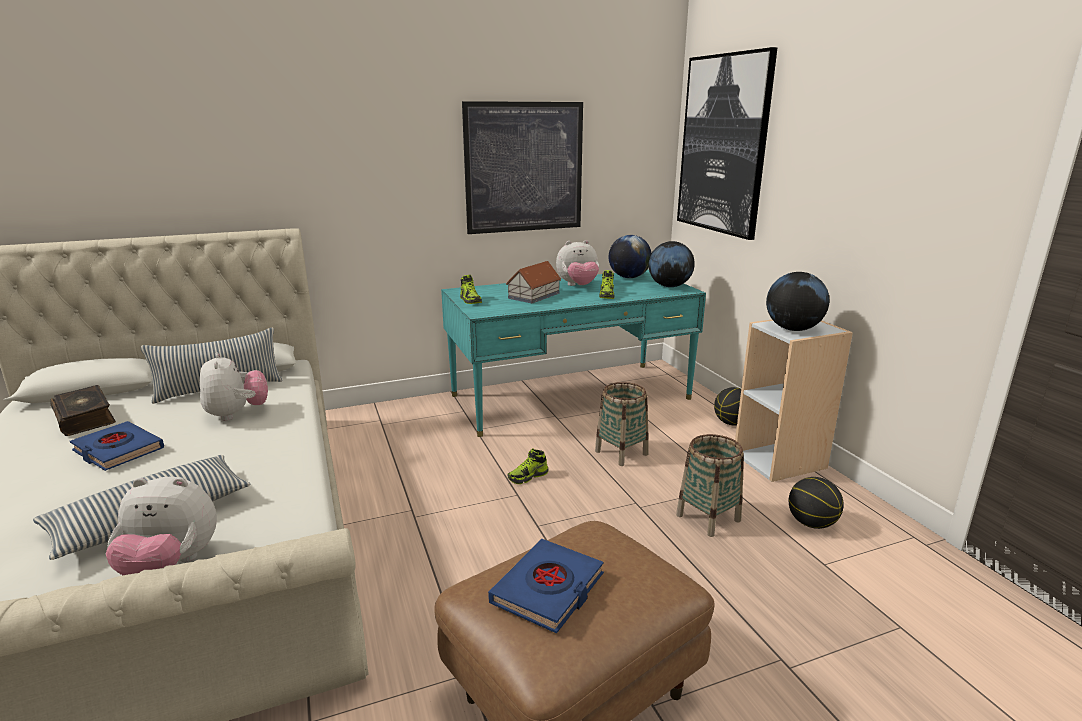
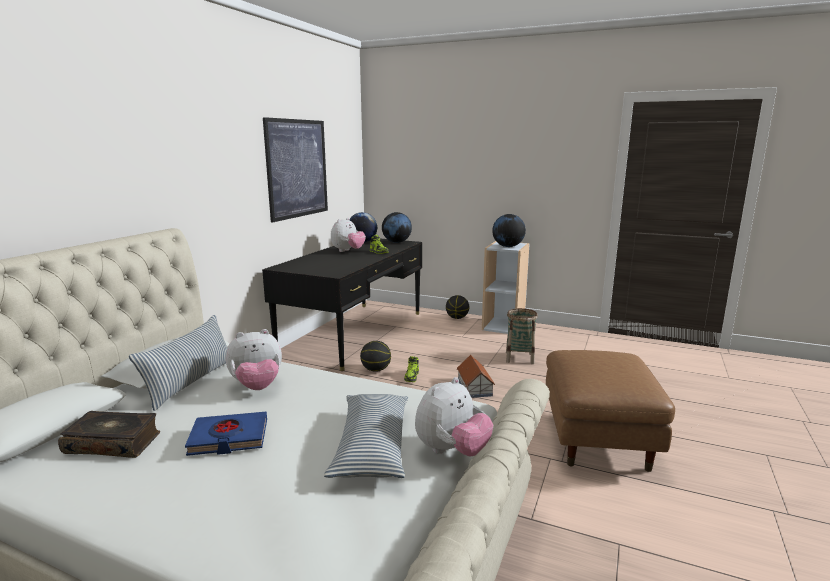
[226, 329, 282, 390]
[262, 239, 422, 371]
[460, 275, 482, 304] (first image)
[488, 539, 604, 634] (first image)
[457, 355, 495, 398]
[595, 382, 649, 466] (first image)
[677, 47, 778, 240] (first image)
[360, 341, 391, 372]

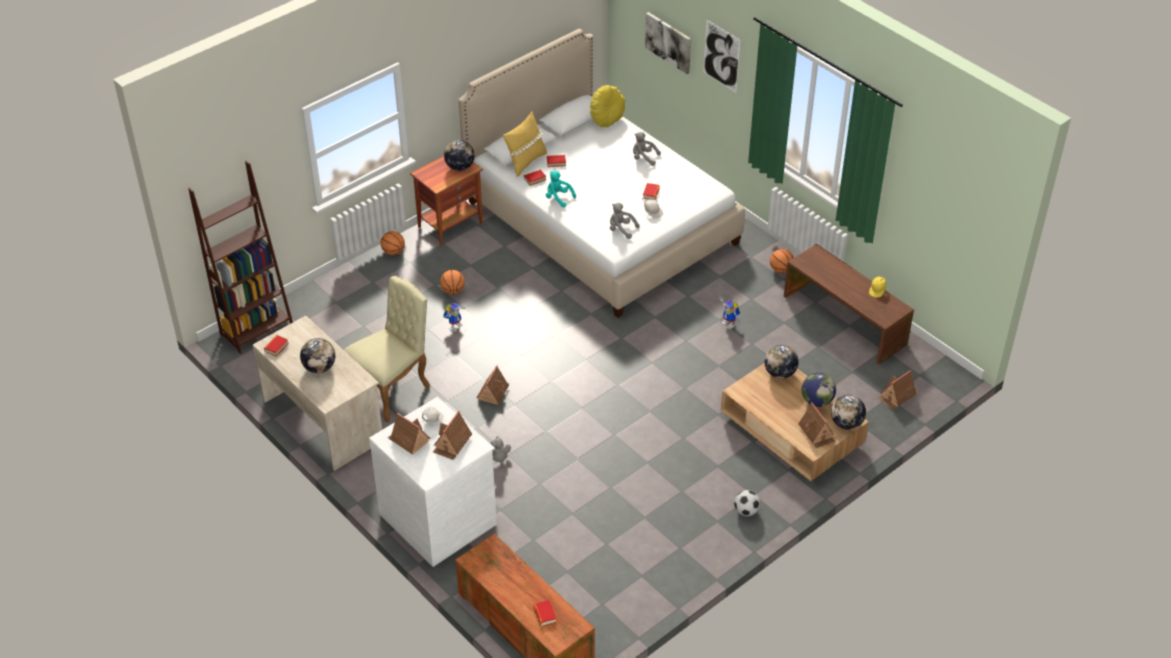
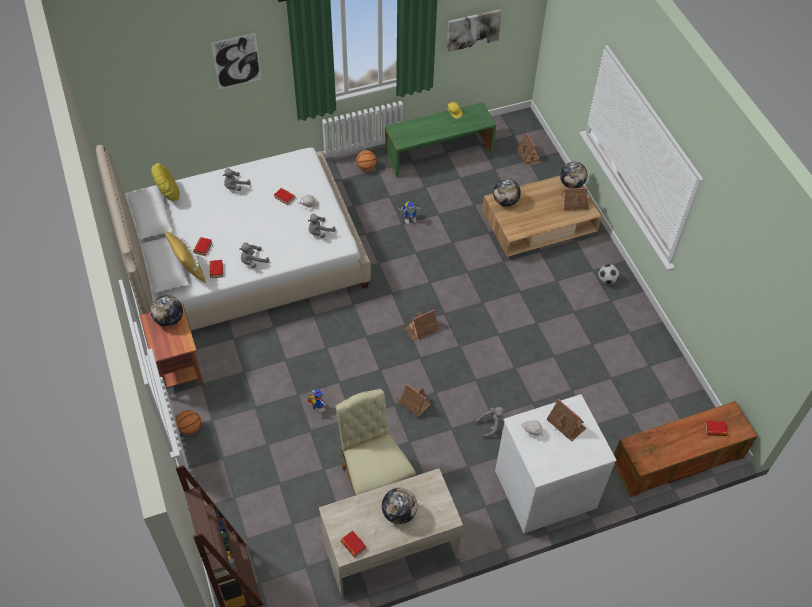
[405, 310, 439, 341]
[440, 270, 465, 294] (first image)
[239, 243, 269, 268]
[447, 9, 502, 52]
[385, 102, 496, 177]
[802, 373, 836, 407] (first image)

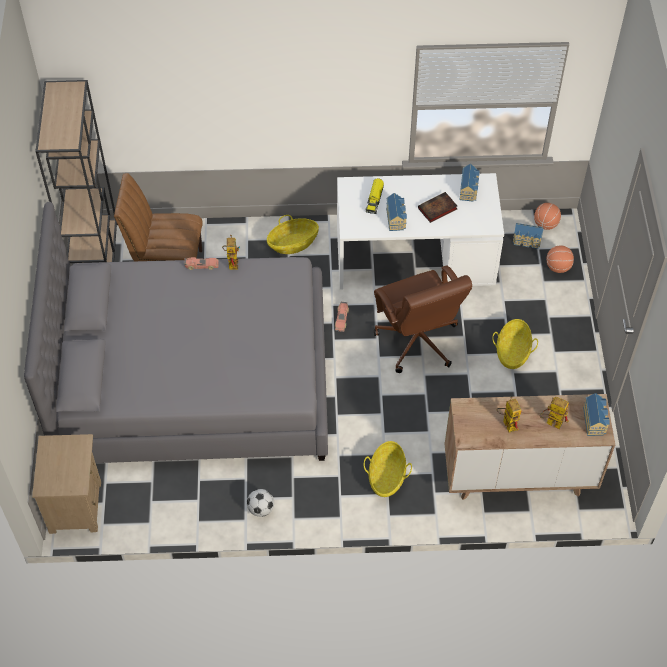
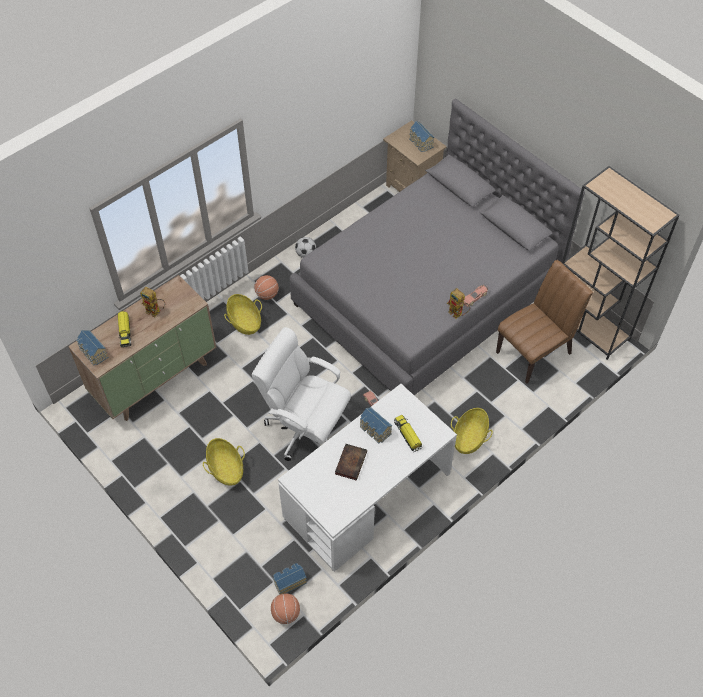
[252, 327, 351, 461]
[409, 121, 434, 152]
[118, 311, 132, 347]
[254, 275, 279, 300]

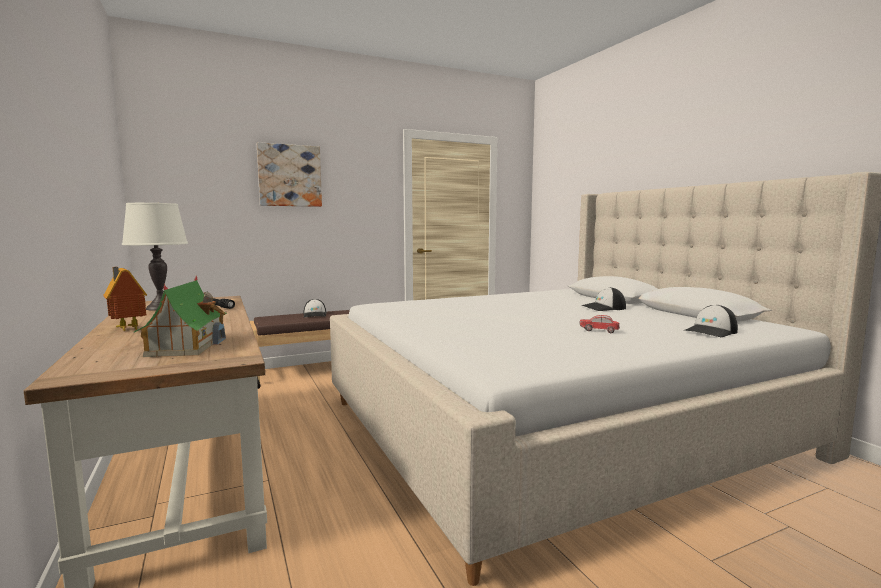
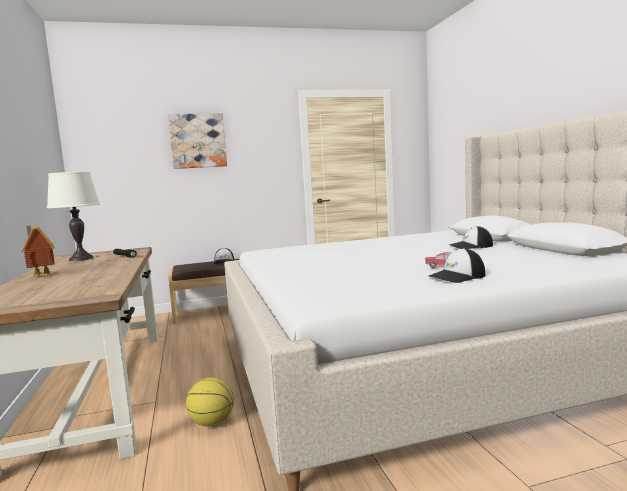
[134, 276, 227, 357] (first image)
[429, 248, 485, 283]
[186, 377, 234, 427]

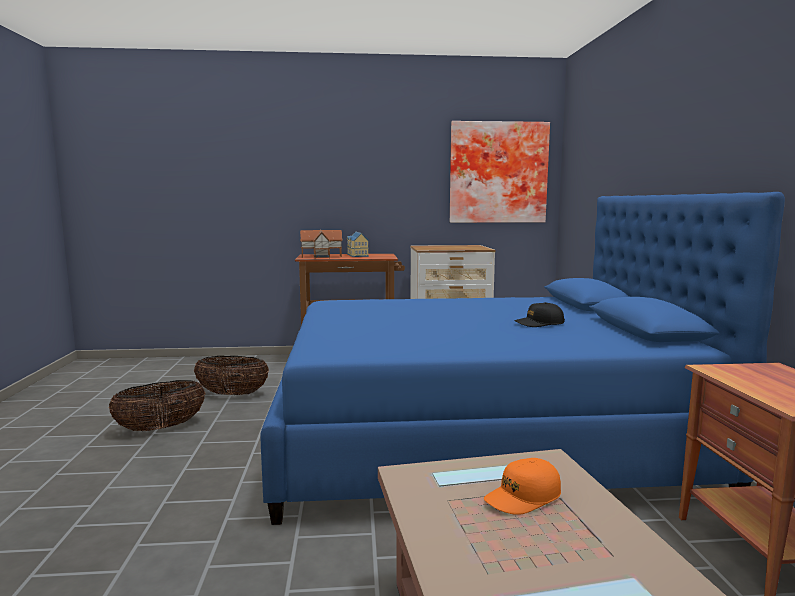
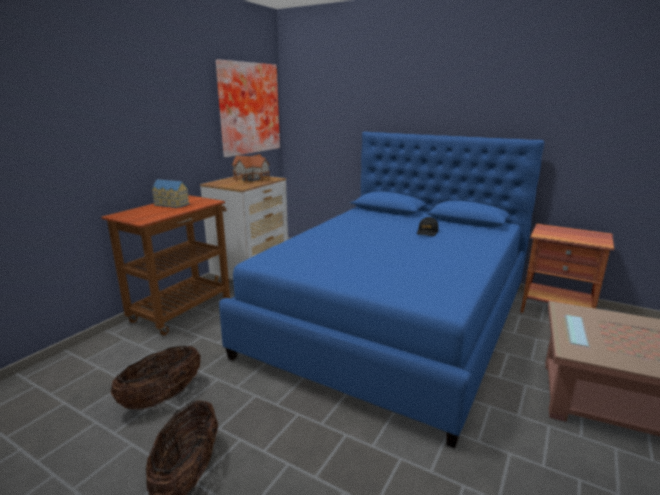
[232, 154, 270, 183]
[484, 458, 561, 515] (first image)

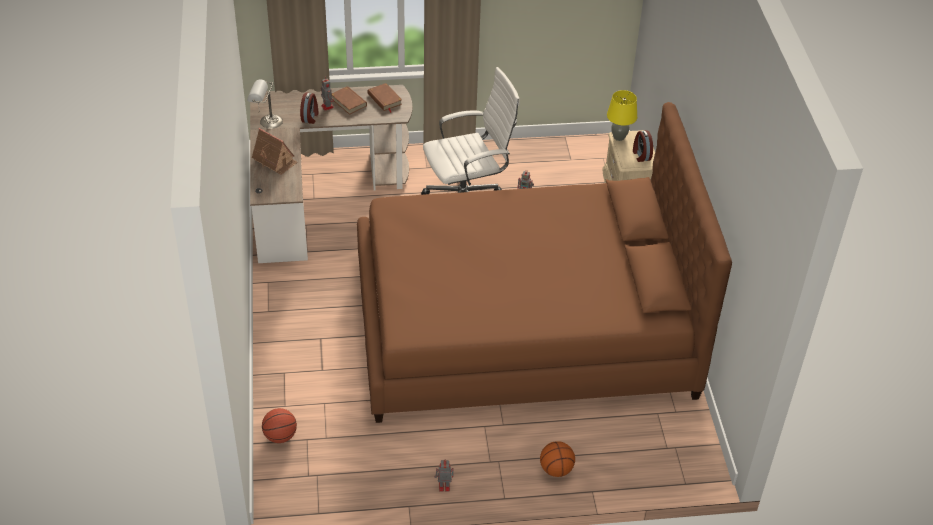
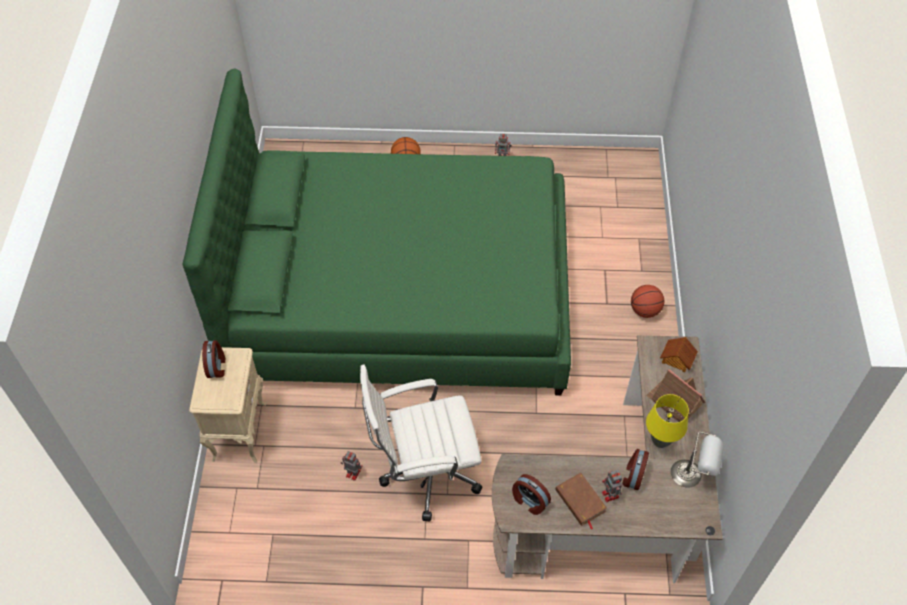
[631, 285, 664, 318]
[183, 69, 571, 396]
[512, 474, 551, 515]
[646, 394, 689, 448]
[660, 337, 698, 372]

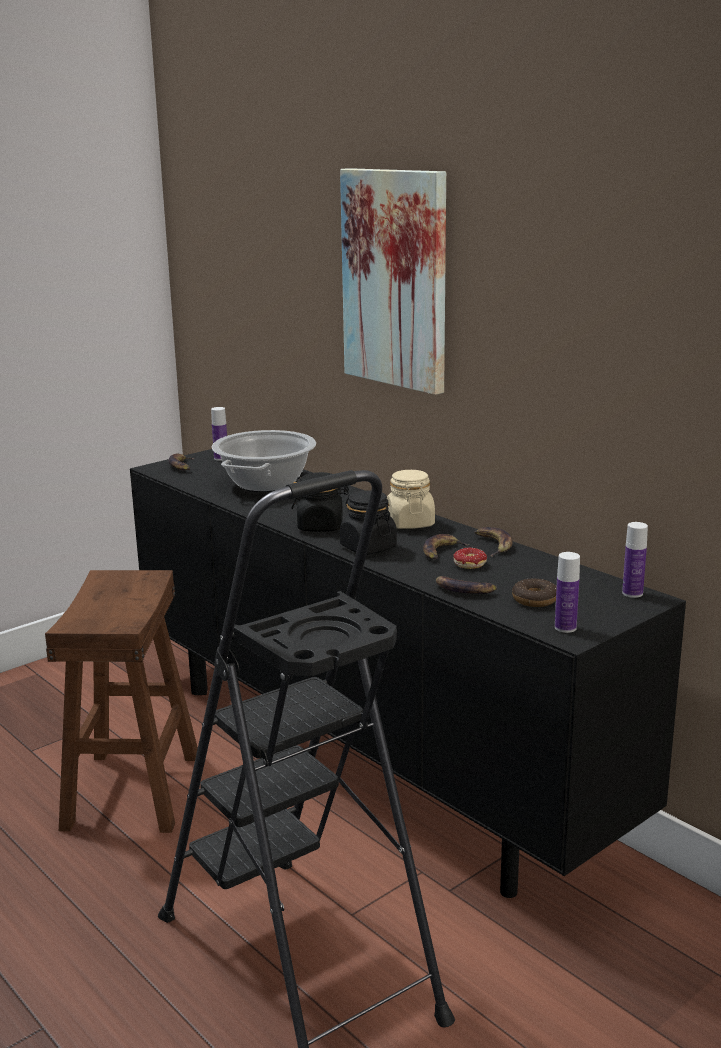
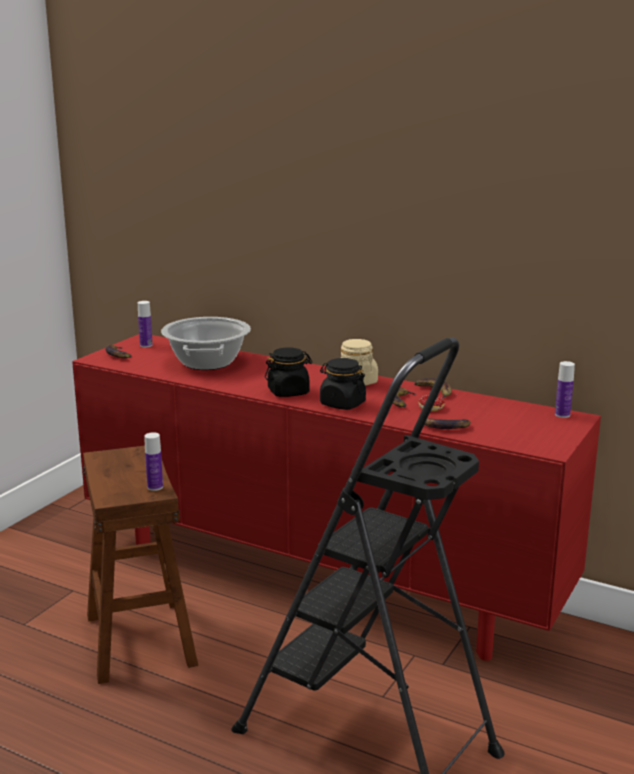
[72, 334, 601, 661]
[340, 168, 446, 395] (first image)
[512, 579, 557, 607] (first image)
[144, 433, 163, 491]

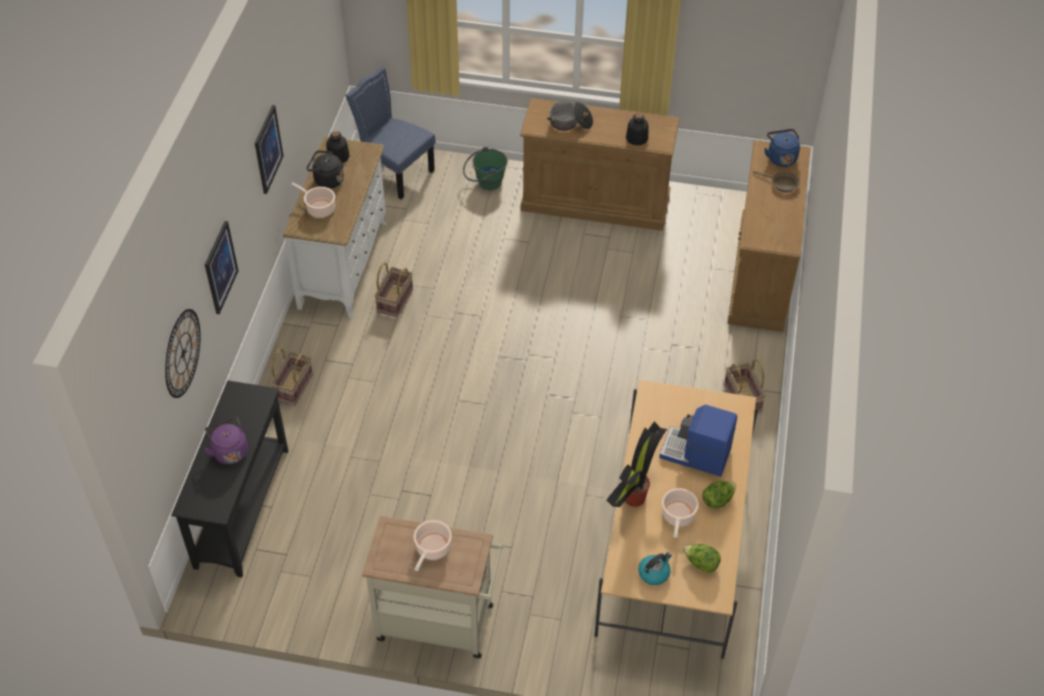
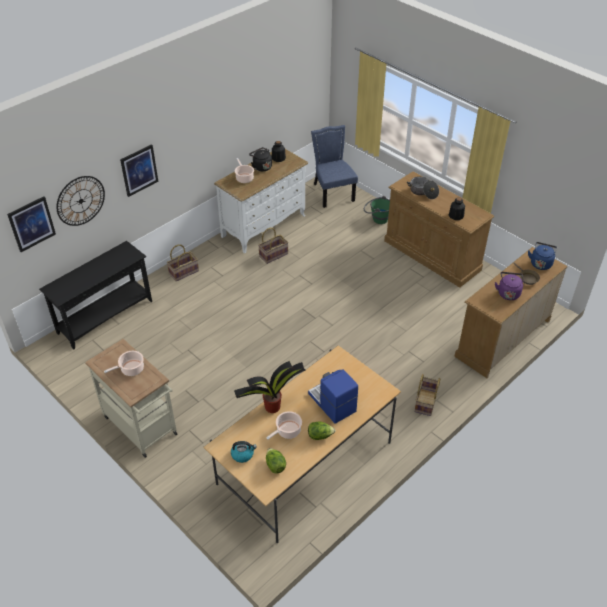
[495, 272, 523, 300]
[7, 196, 56, 252]

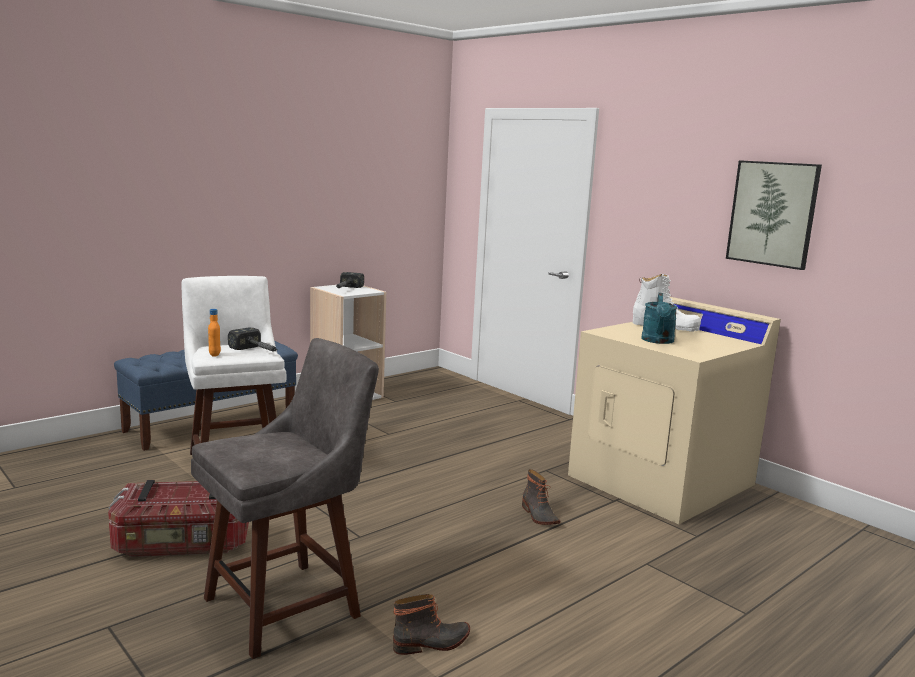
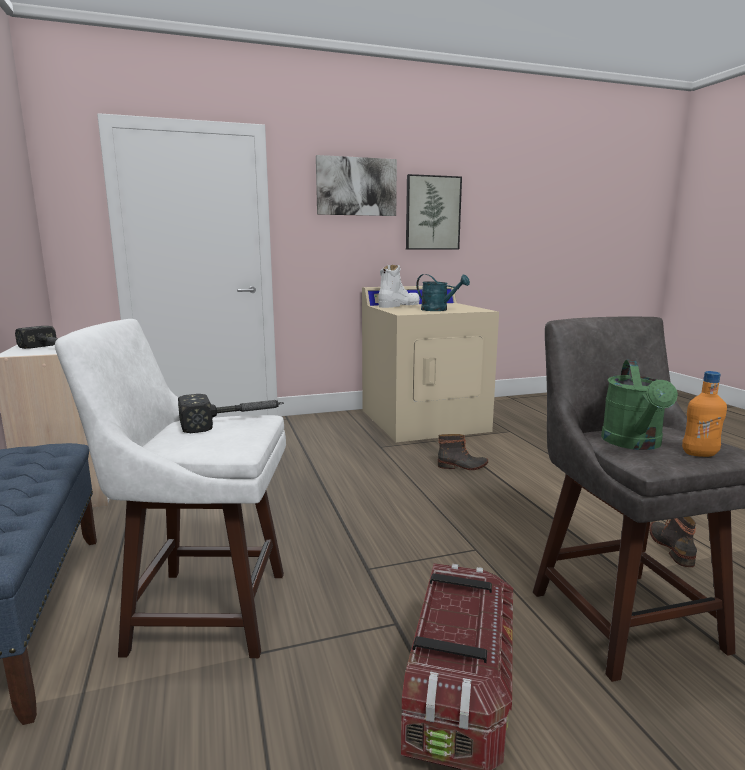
[682, 371, 727, 457]
[316, 155, 397, 216]
[601, 360, 678, 450]

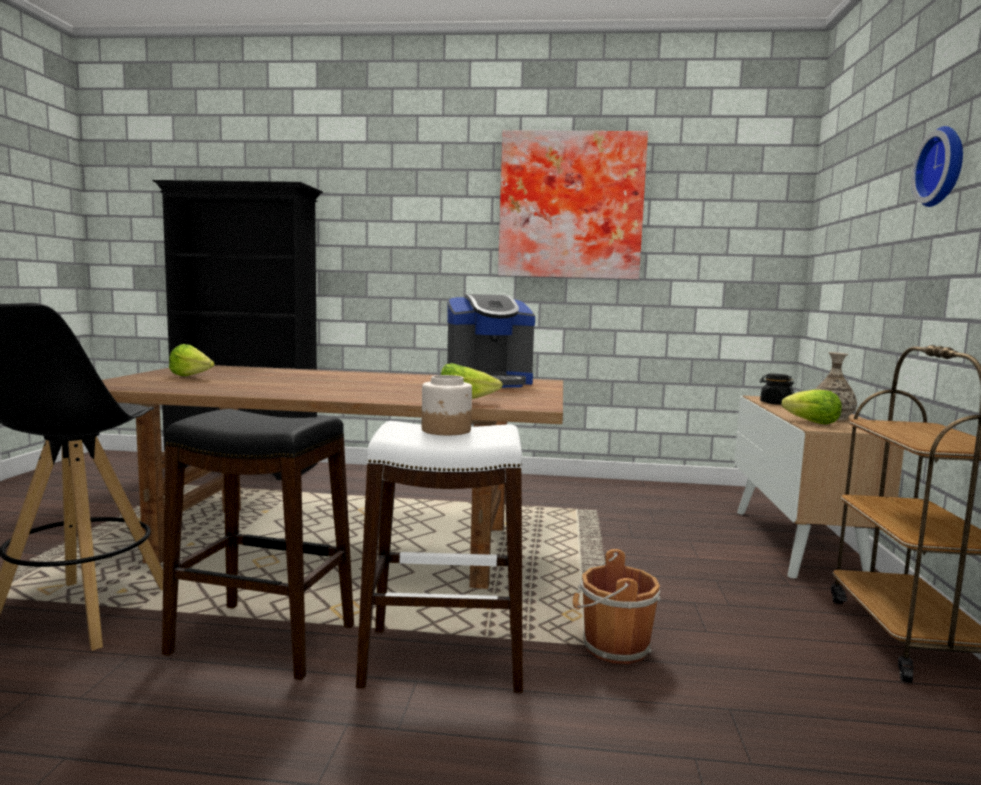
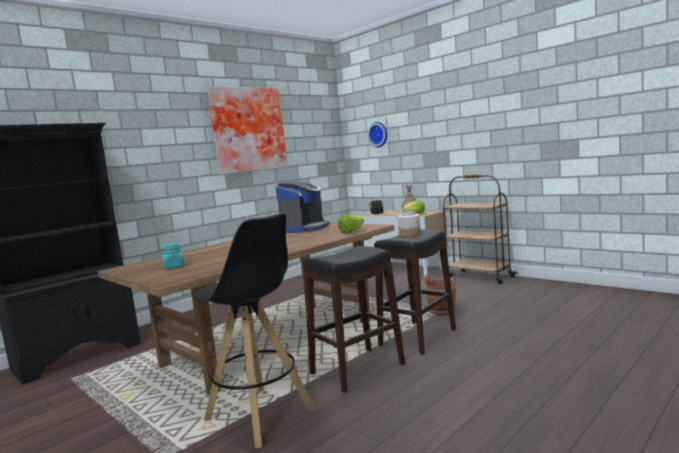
[162, 243, 184, 269]
[374, 229, 456, 355]
[368, 122, 388, 147]

